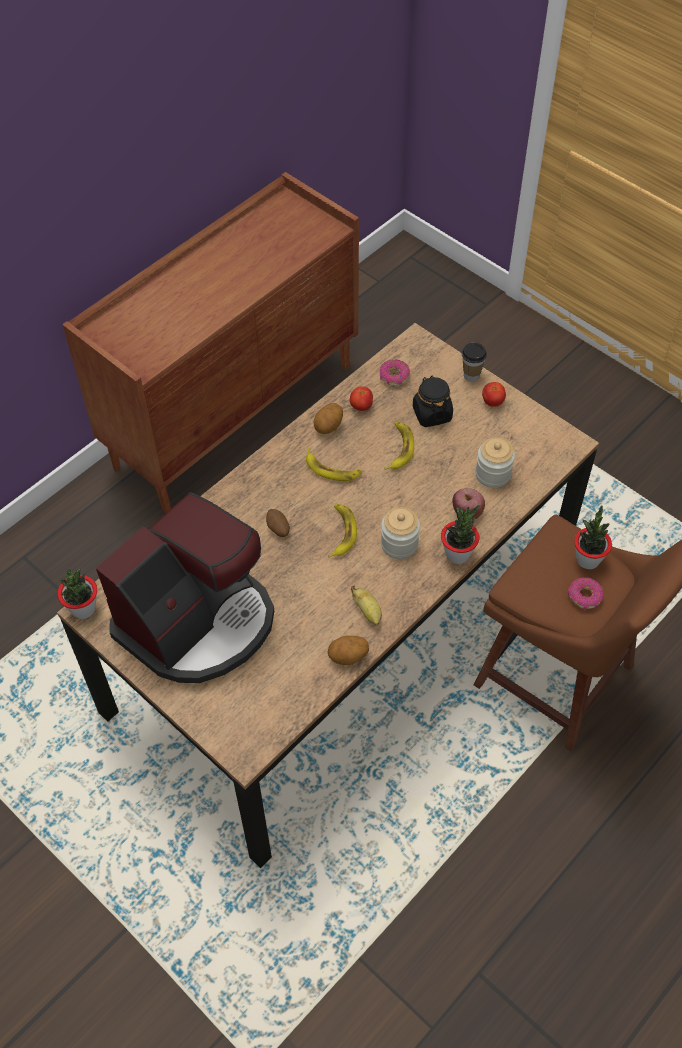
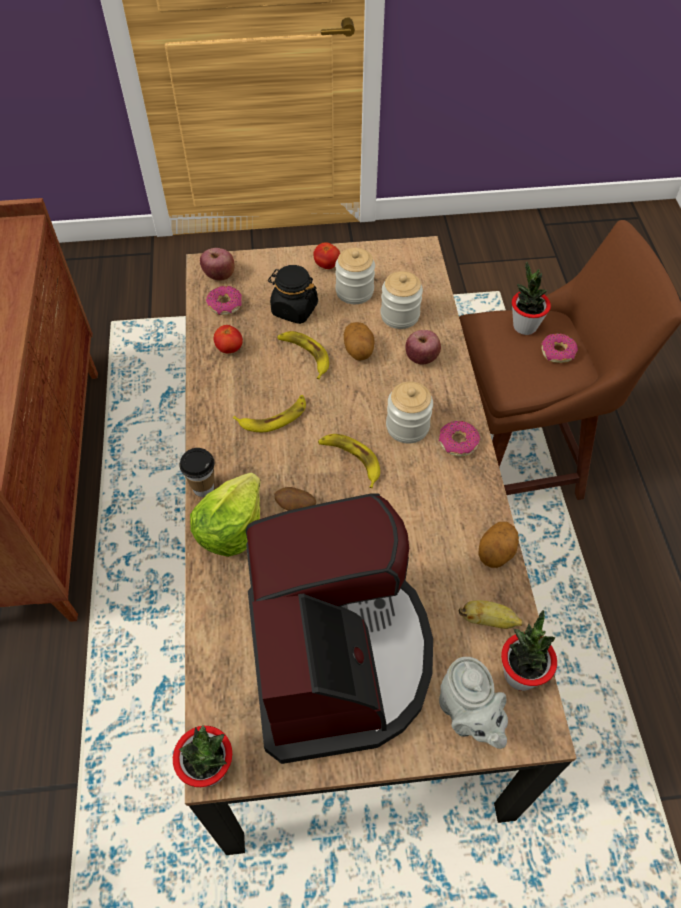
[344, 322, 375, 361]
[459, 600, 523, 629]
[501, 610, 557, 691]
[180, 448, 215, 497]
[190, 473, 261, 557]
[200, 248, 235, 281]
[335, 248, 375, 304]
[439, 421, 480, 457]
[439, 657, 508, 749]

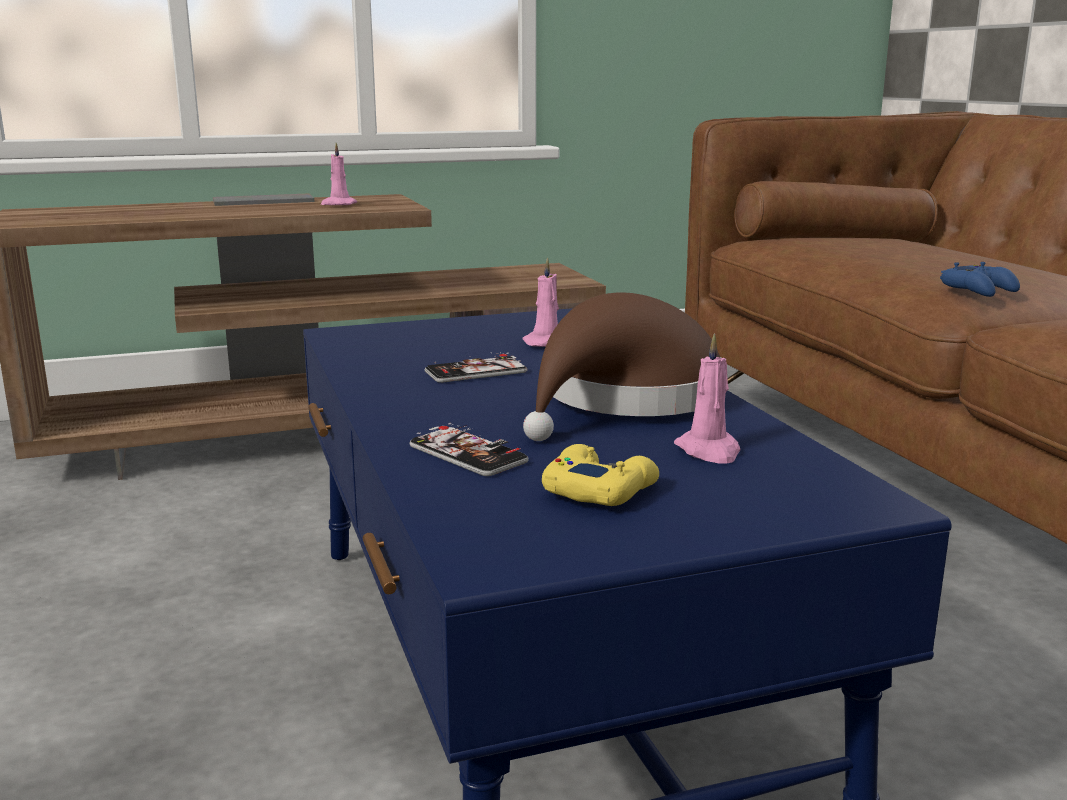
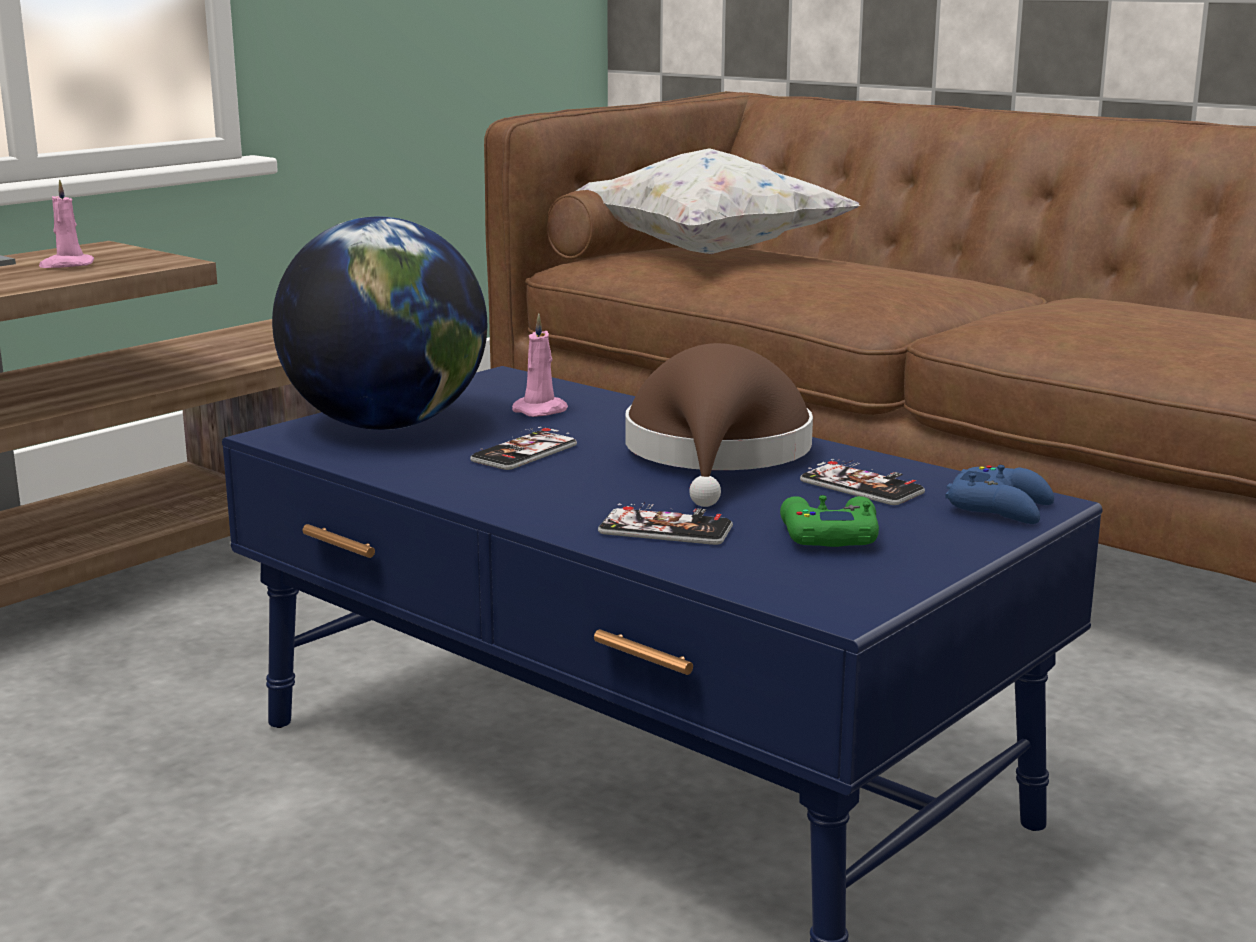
[780, 495, 879, 547]
[800, 459, 925, 505]
[945, 465, 1054, 524]
[272, 217, 487, 430]
[576, 148, 860, 254]

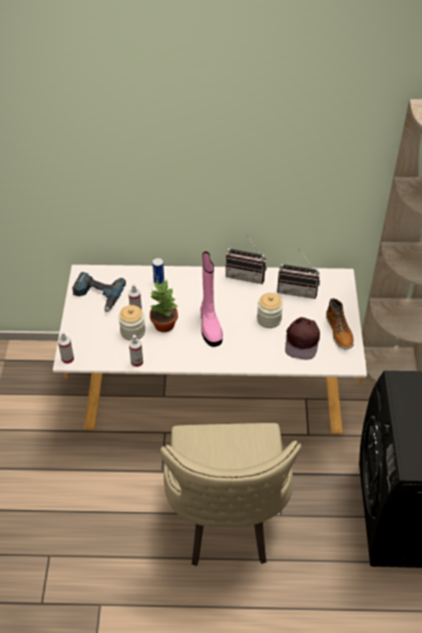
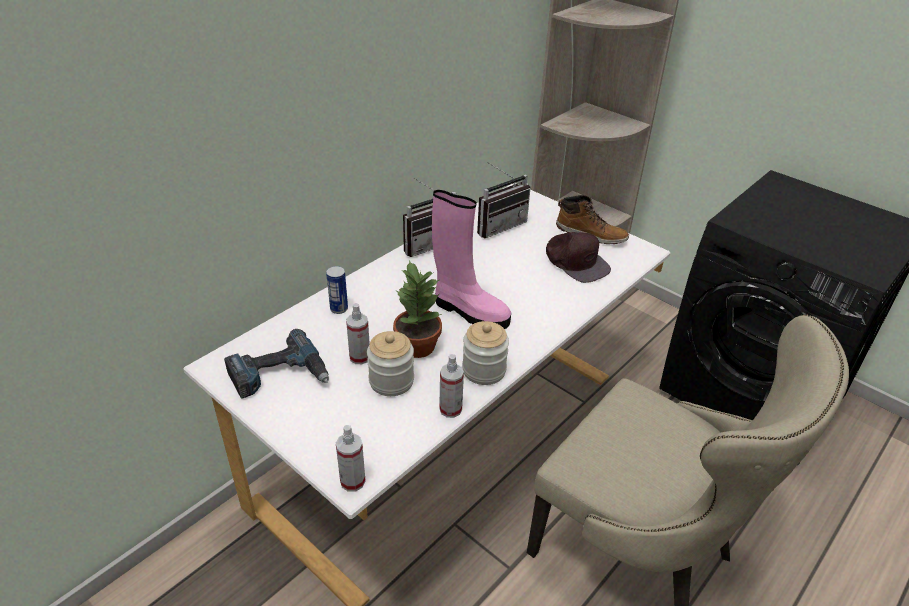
[462, 321, 509, 385]

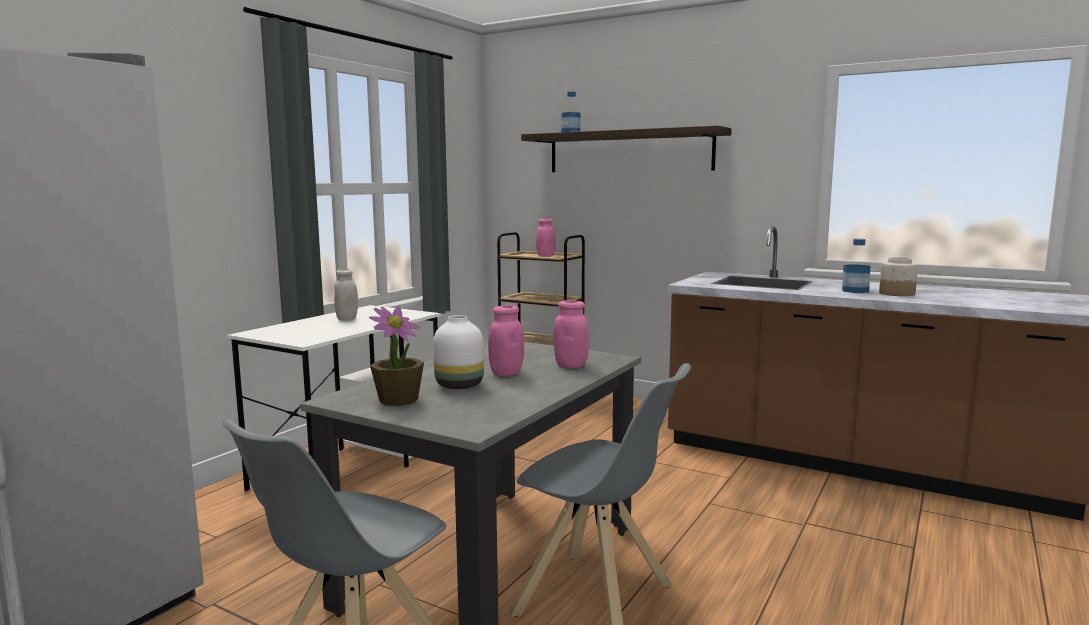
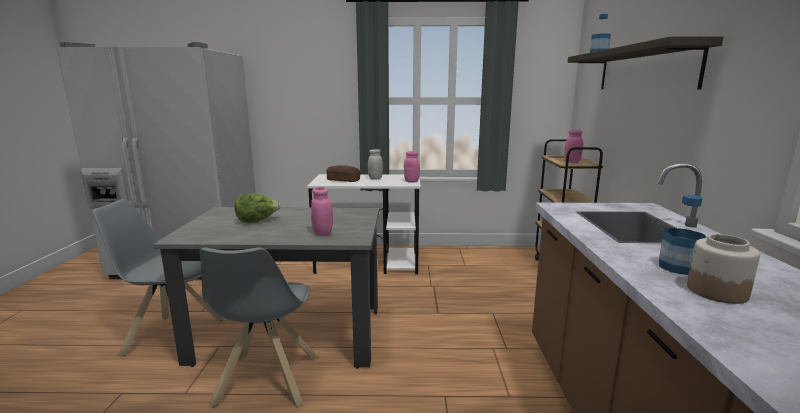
[369, 307, 424, 406] (first image)
[235, 193, 281, 223]
[404, 151, 420, 183]
[326, 165, 360, 182]

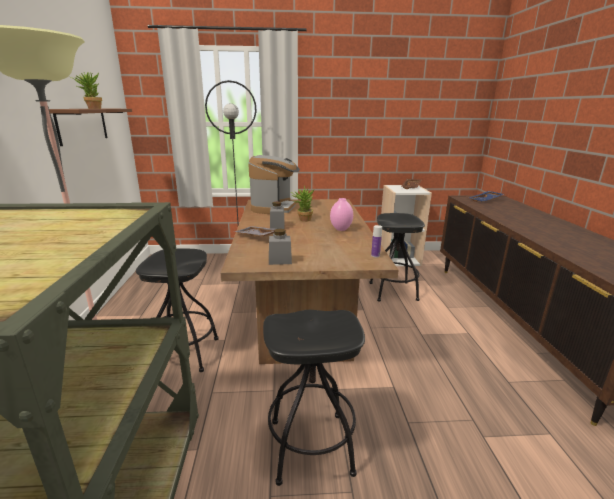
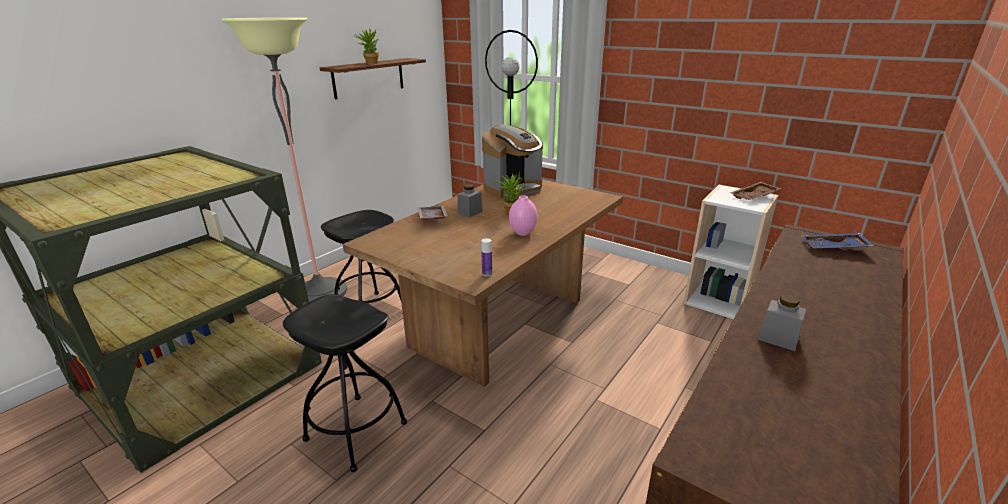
[758, 294, 806, 351]
[369, 213, 425, 302] (first image)

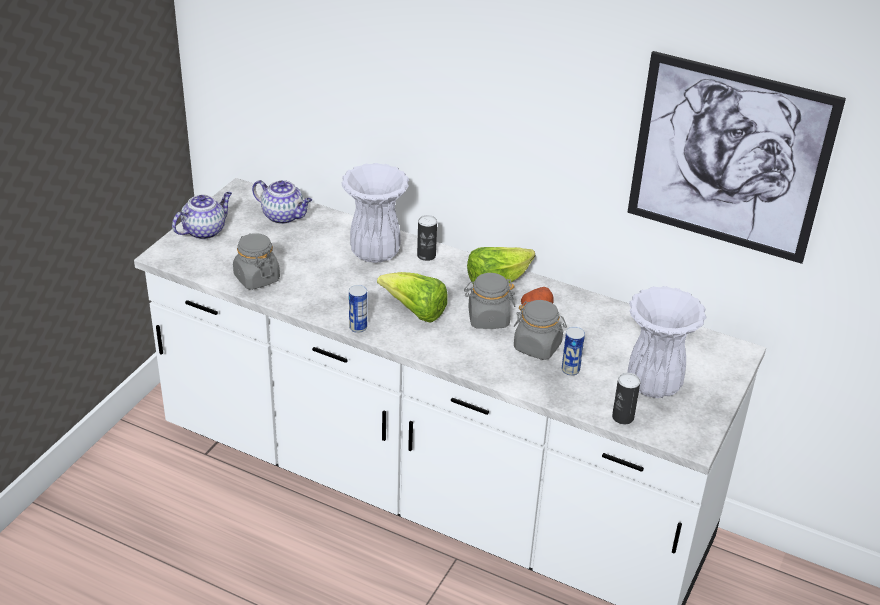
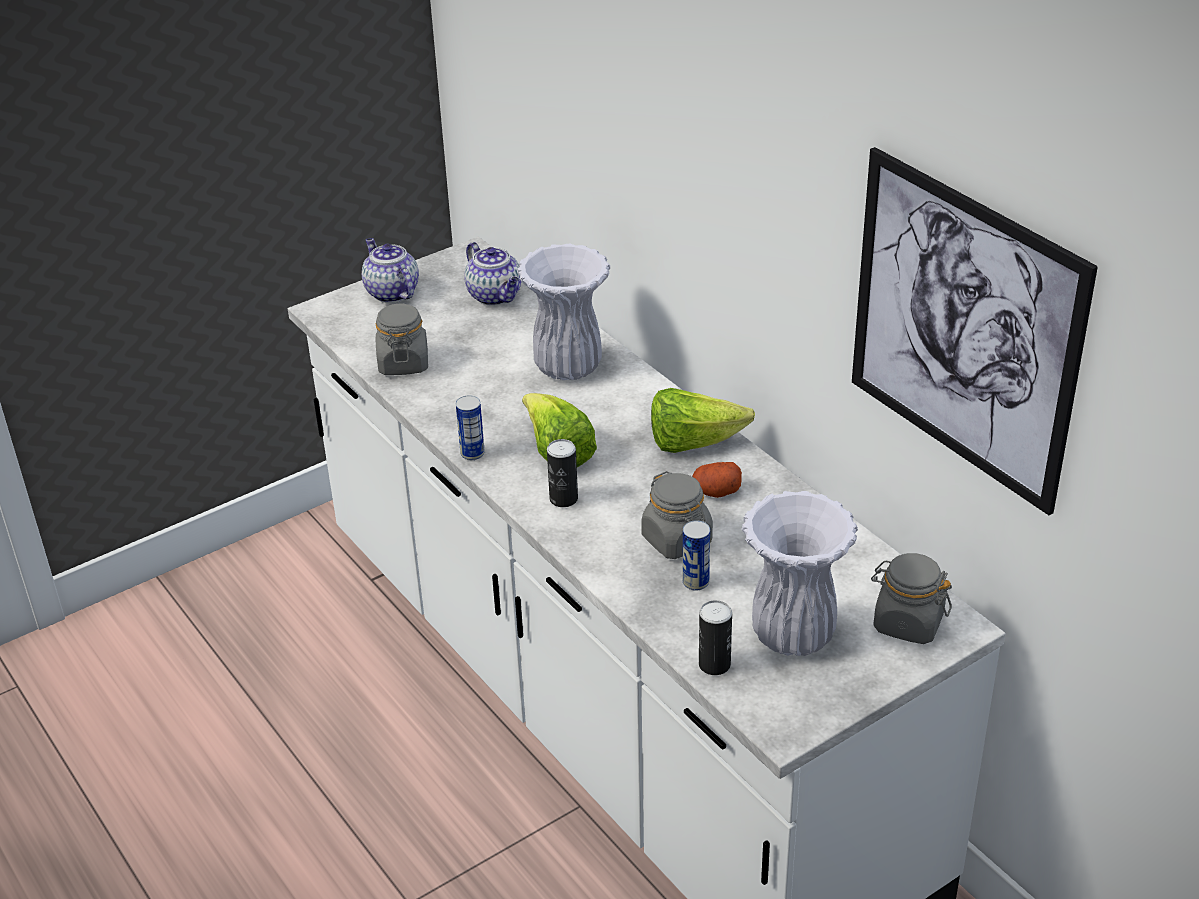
[362, 238, 419, 303]
[547, 439, 578, 507]
[871, 553, 952, 644]

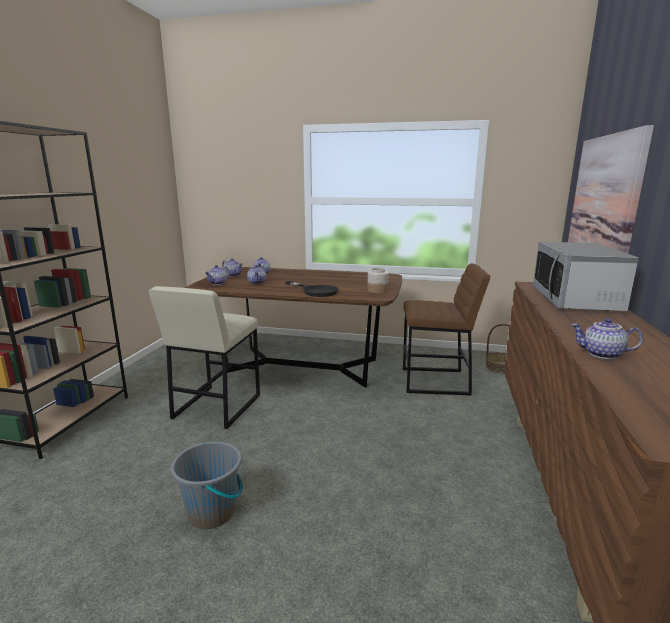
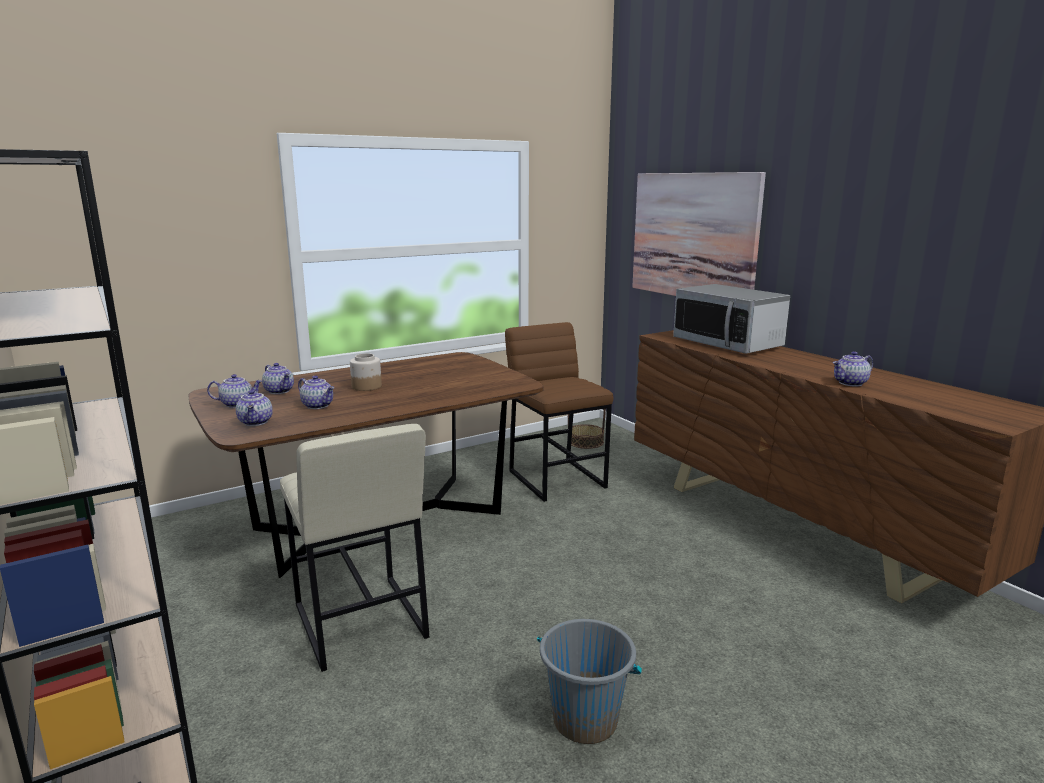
[285, 281, 338, 297] (first image)
[350, 353, 382, 391]
[505, 322, 613, 502]

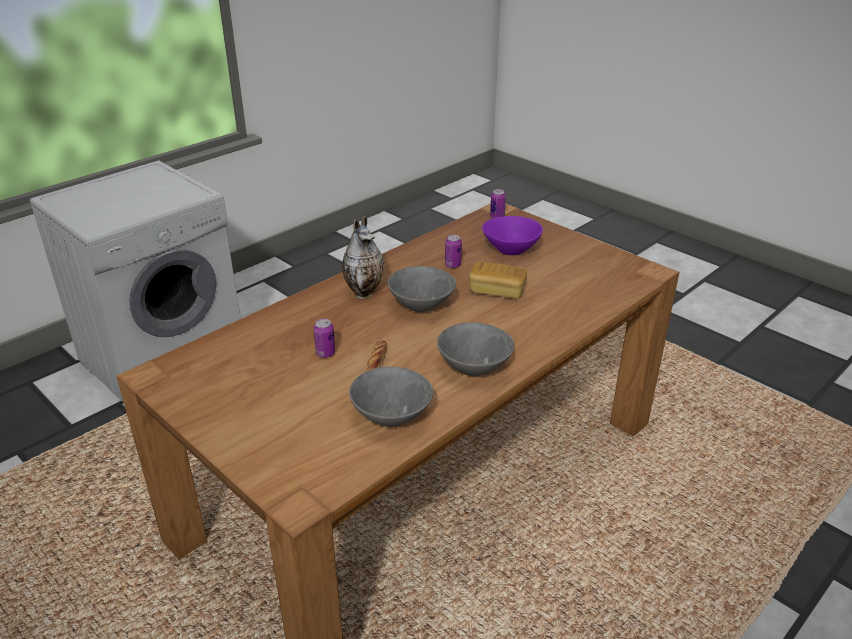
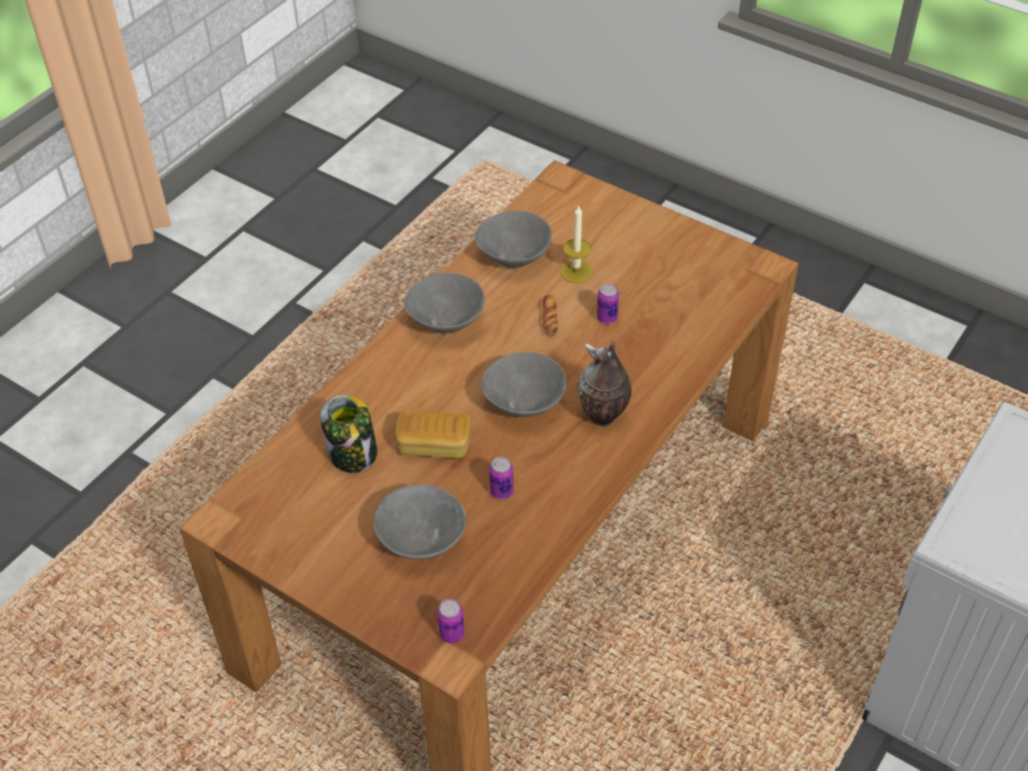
[374, 484, 467, 560]
[320, 395, 377, 473]
[561, 205, 593, 283]

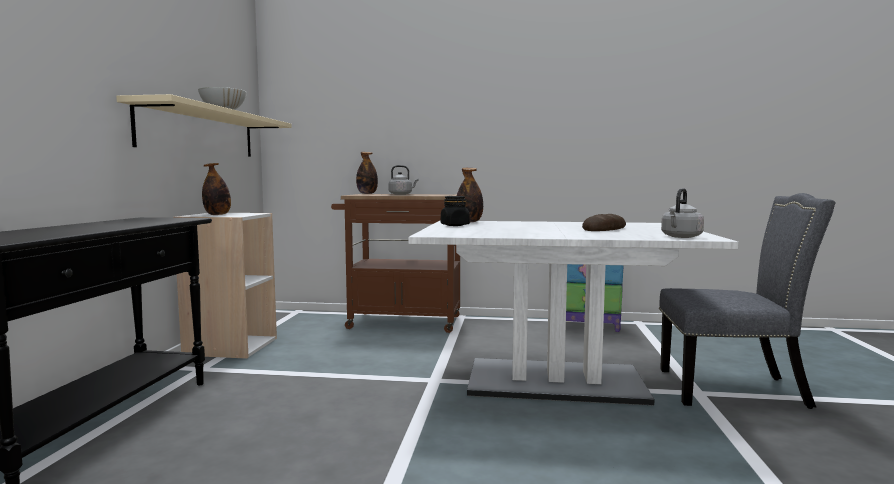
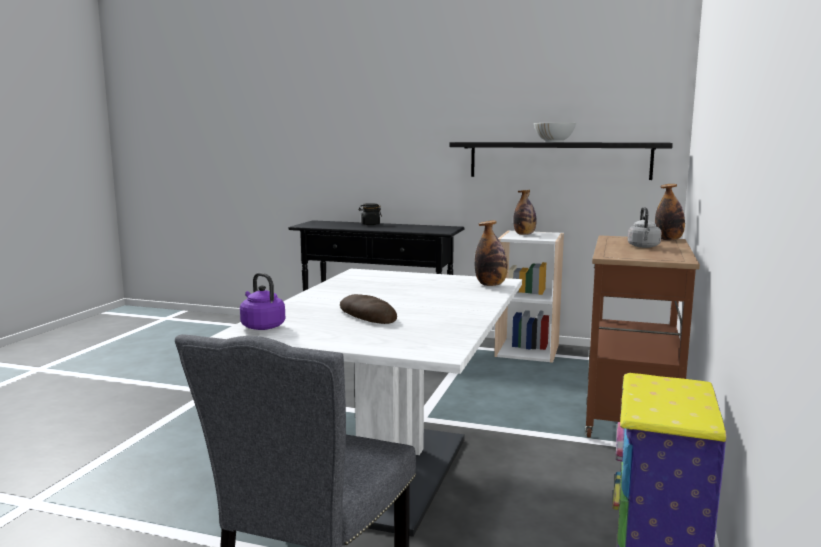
[449, 142, 673, 180]
[359, 203, 382, 225]
[240, 273, 285, 330]

